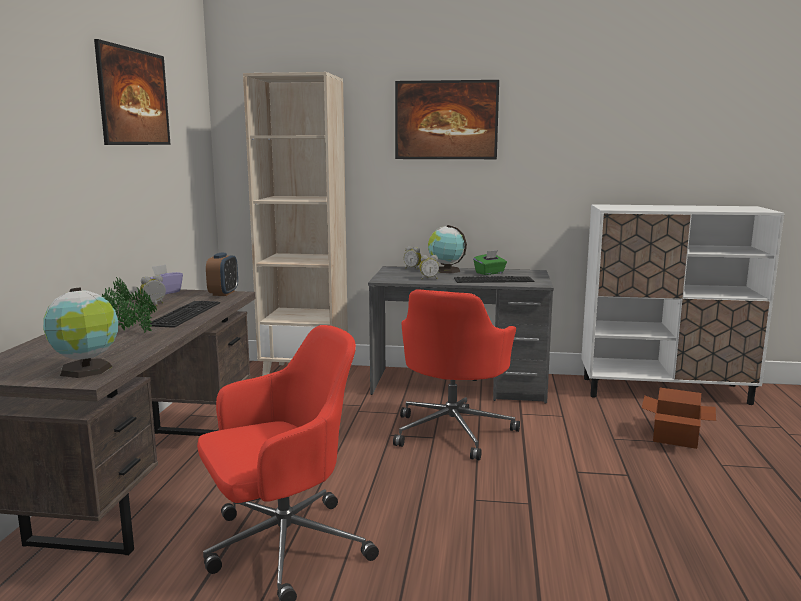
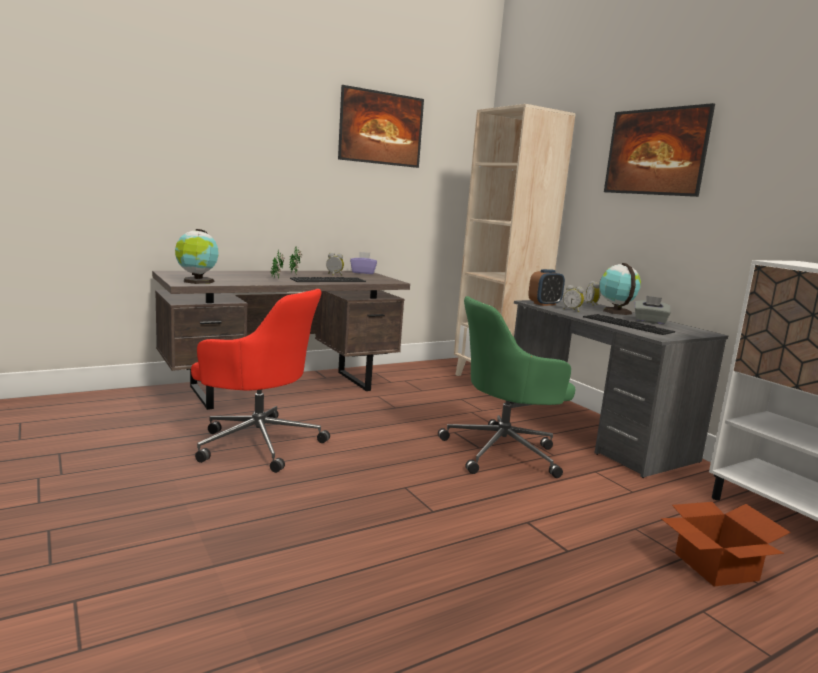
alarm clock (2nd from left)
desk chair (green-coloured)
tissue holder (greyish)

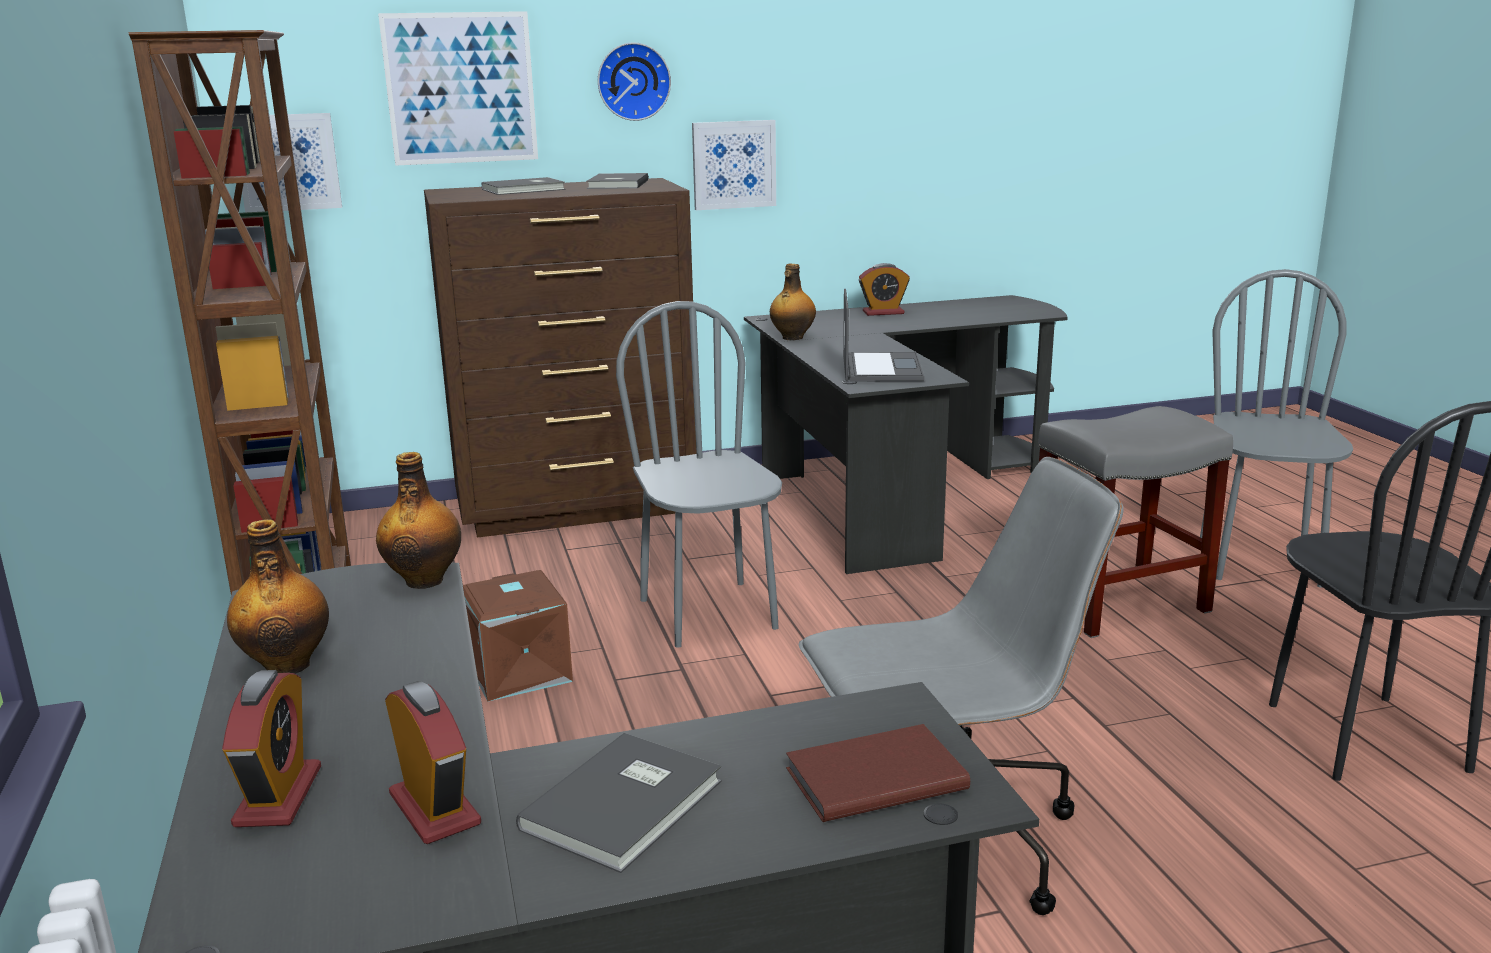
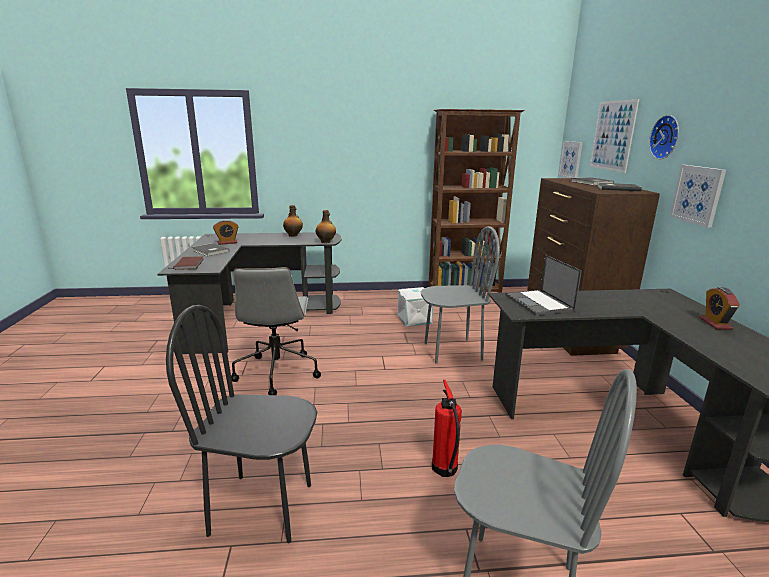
alarm clock (1st from left in the first image)
storage bin (white)
bottle (3rd from left in the first image)
portable computer
extinguisher

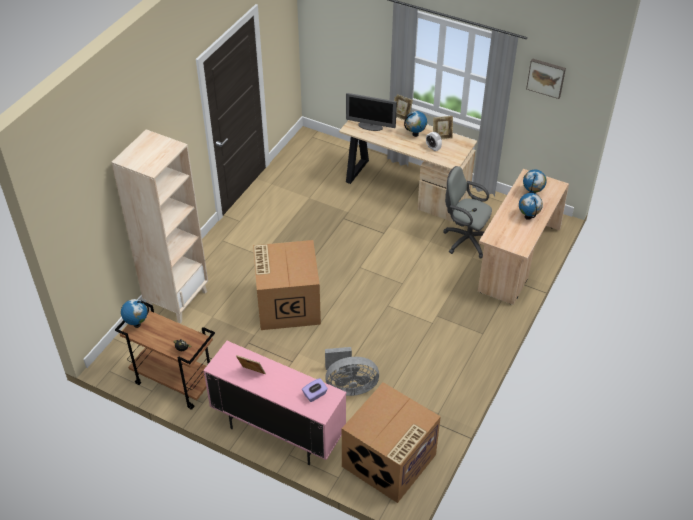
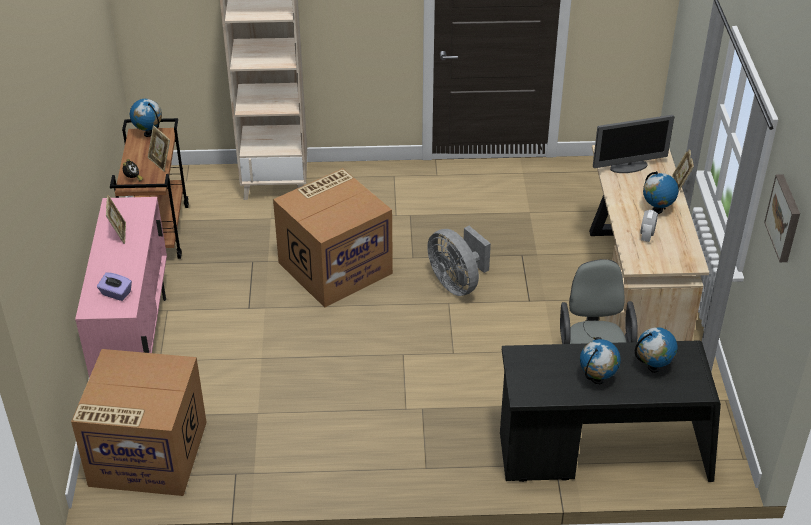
cooling fan (greyish)
computer screen
standing frame (2nd from left)
desk table (black)

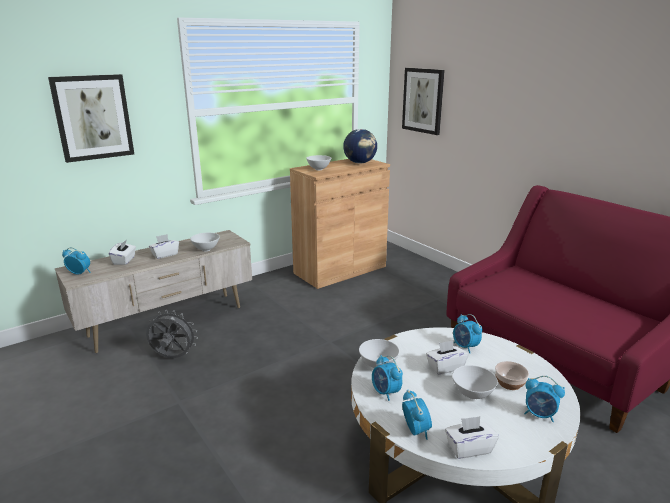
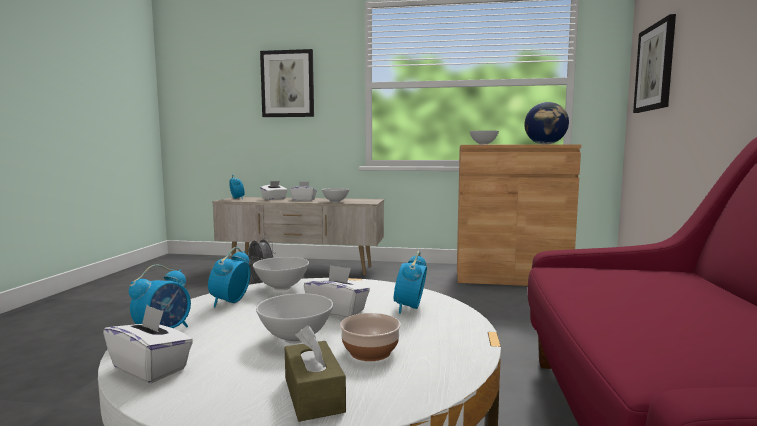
tissue holder (brown-coloured)

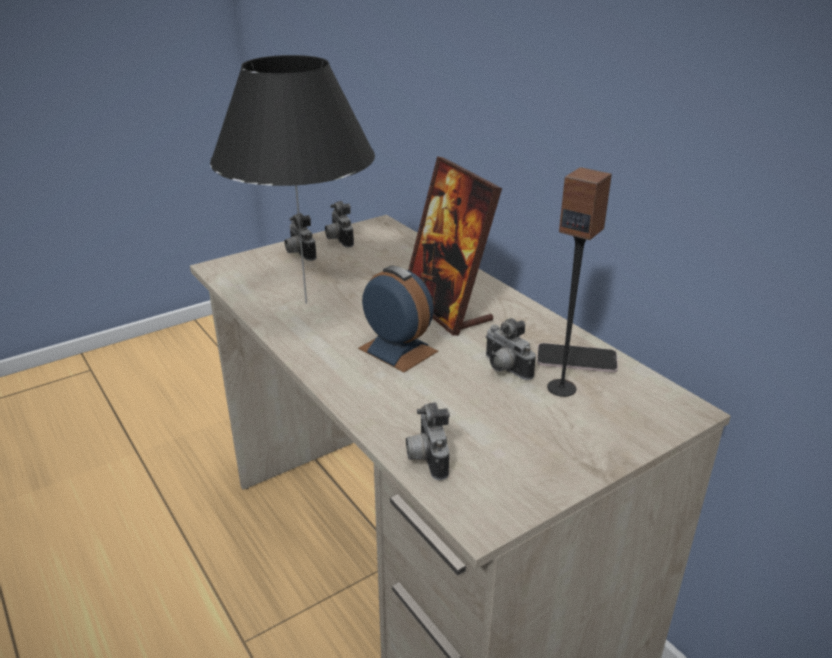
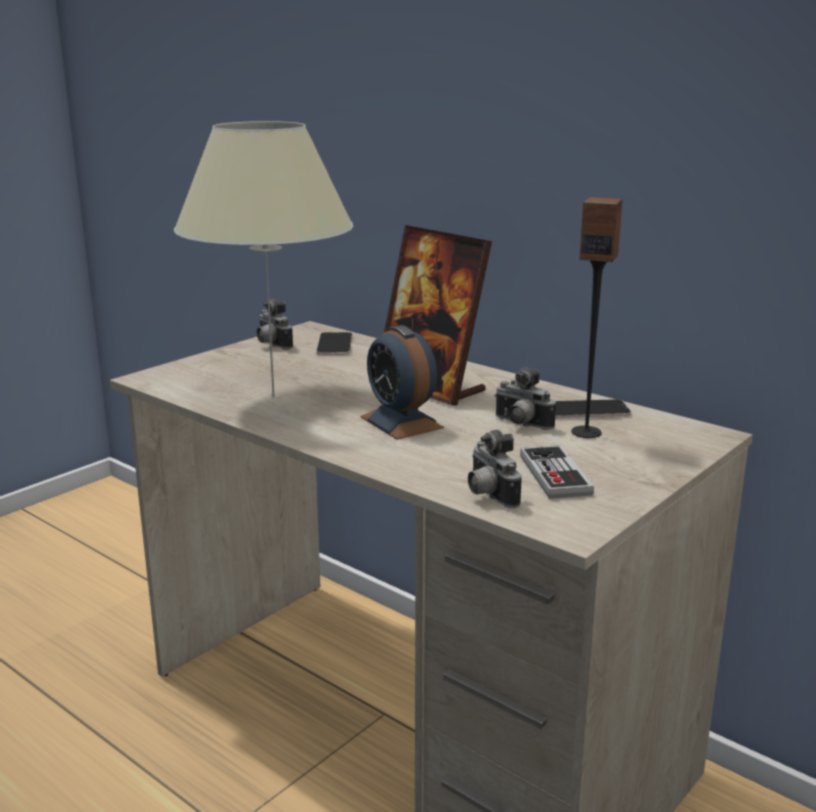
tabletop lamp (sand-coloured)
photo camera (1st from left in the first image)
alarm clock
handset (1st from left)
game controller

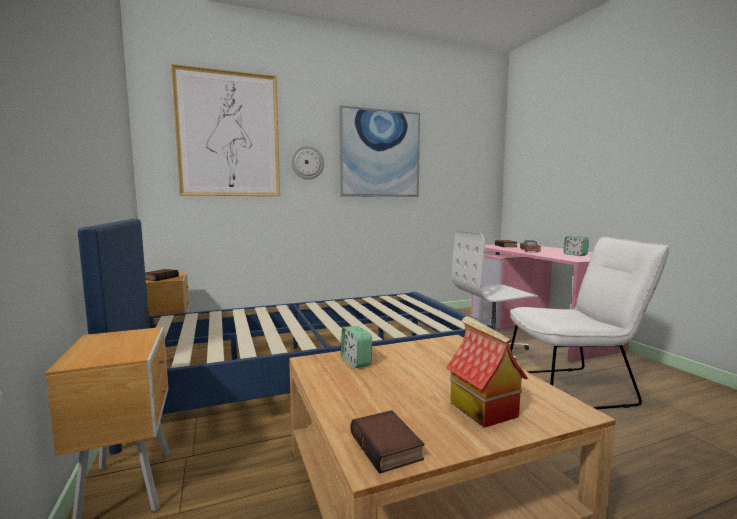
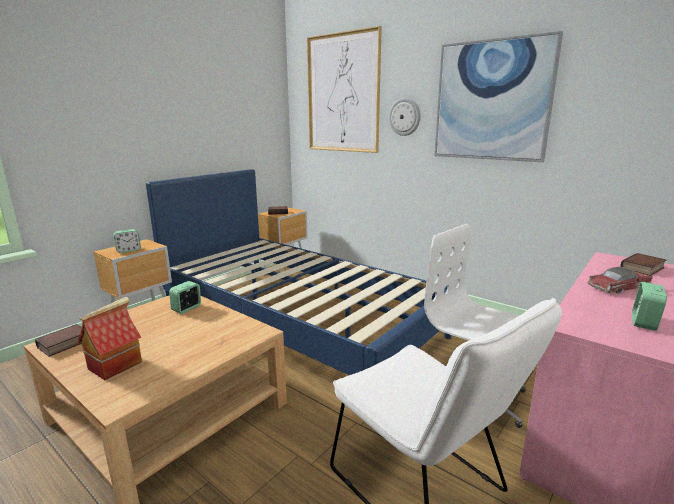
alarm clock (1st from left)

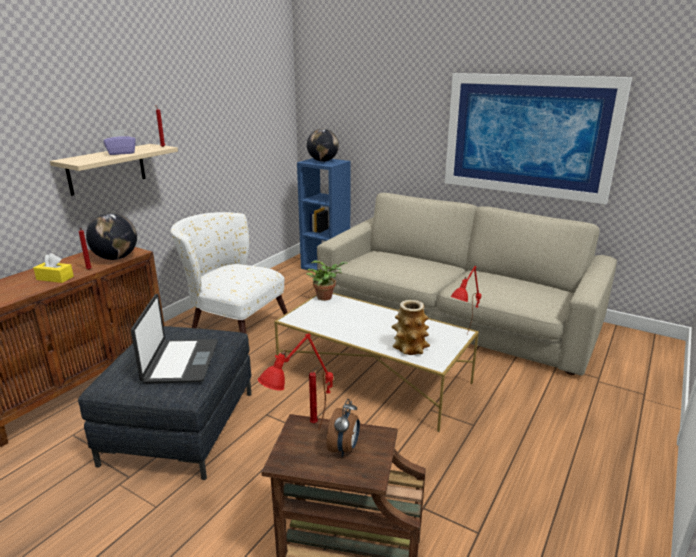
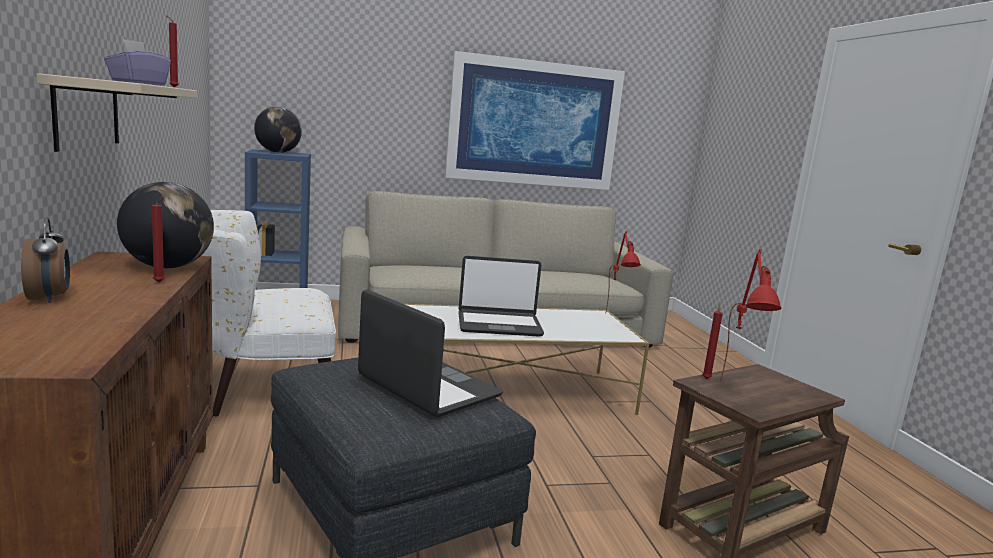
tissue holder (yellow)
potted plant
alarm clock
decorative vase
portable computer (2nd from left)

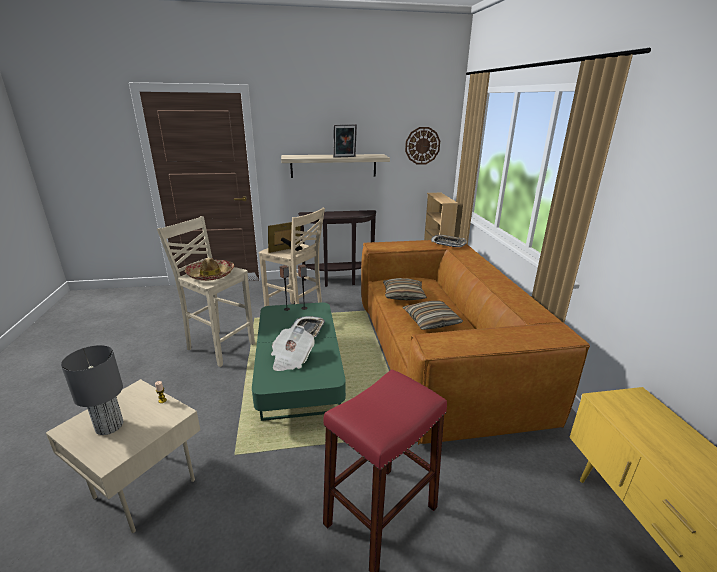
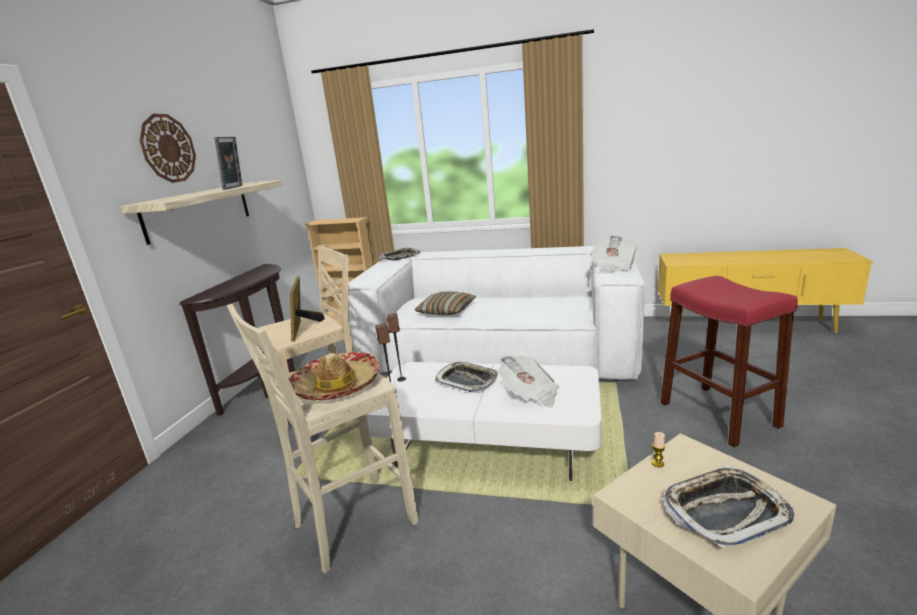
tray (3rd from left)
coffee table (white)
settee (white)
cushion (2nd from left in the first image)
clock on the wall
printed paper (2nd from left)

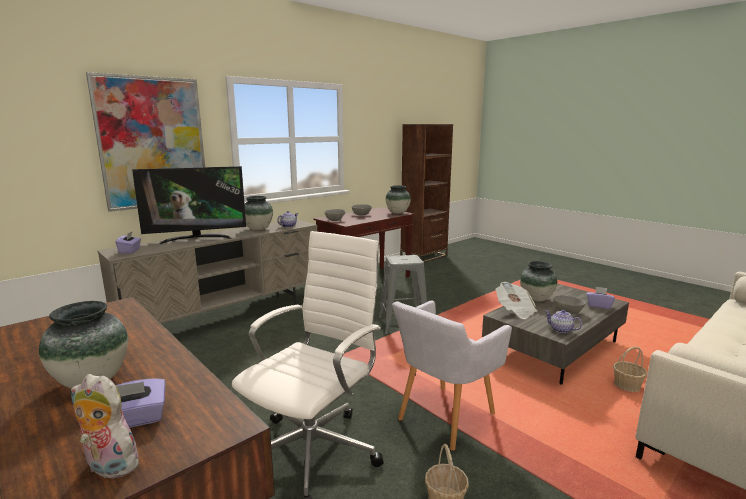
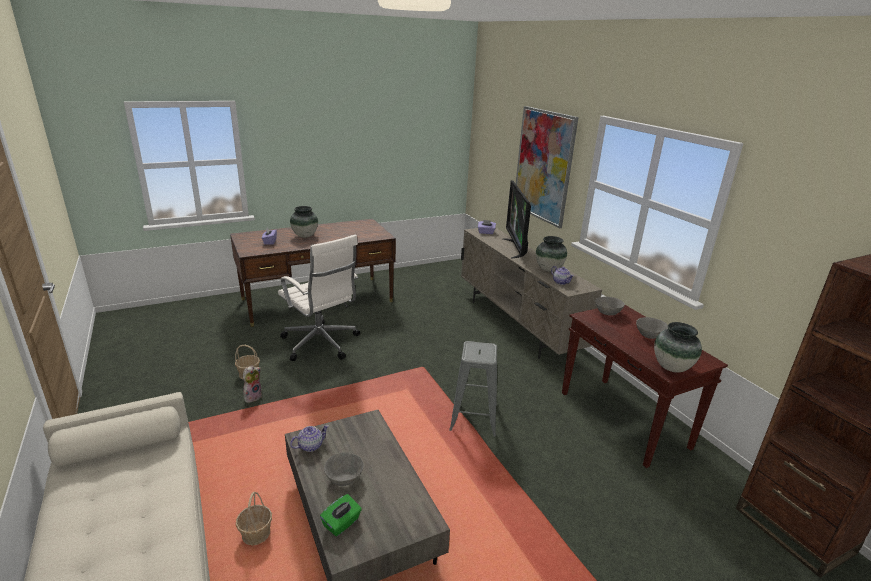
plush toy
easy chair (greyish)
printed paper
decorative vase (4th from left in the first image)
tissue holder (green-coloured)

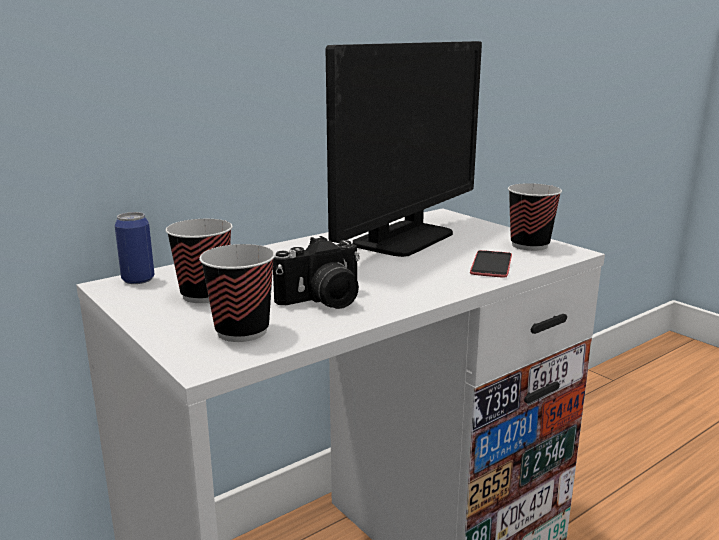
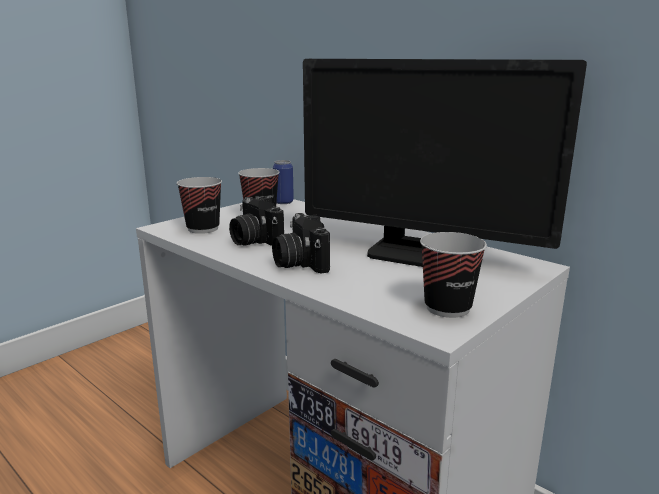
handset
photo camera (2nd from left)

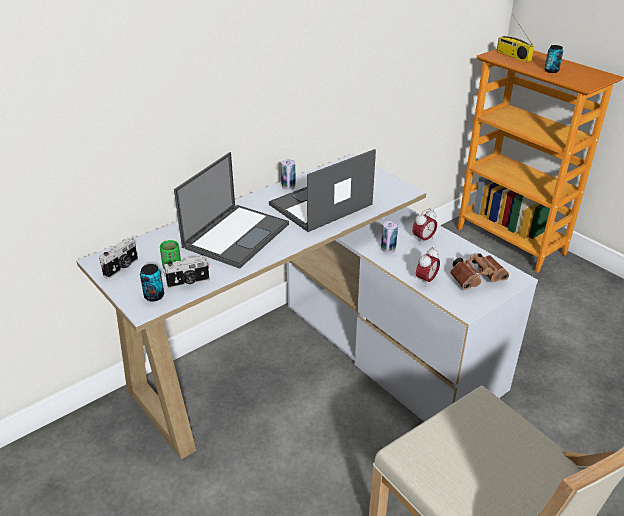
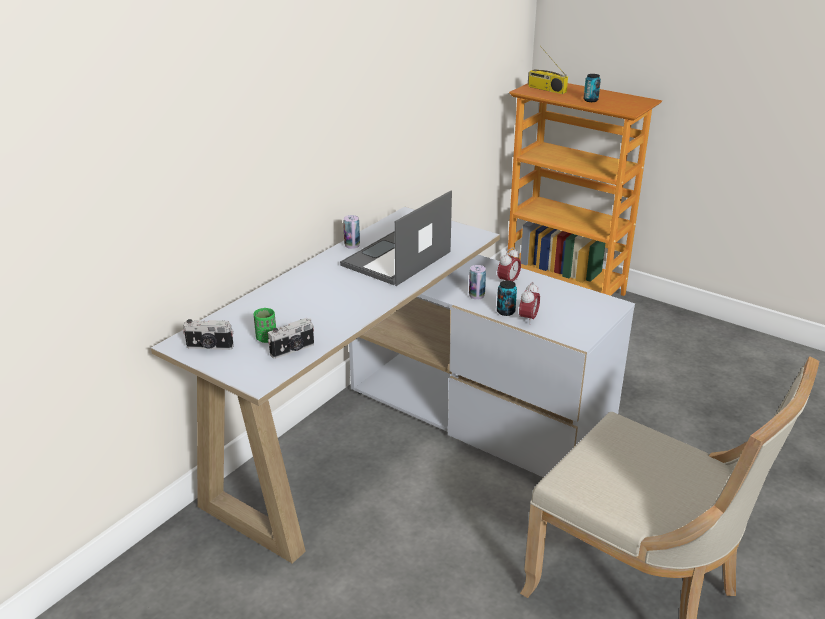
photo camera (1st from left)
can (3rd from left)
portable computer (1st from left in the first image)
field glasses (brown-coloured)

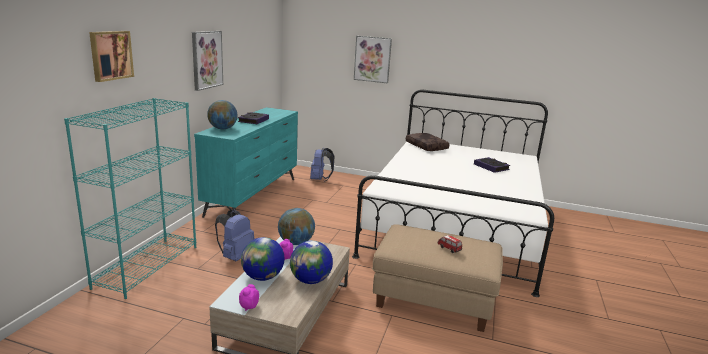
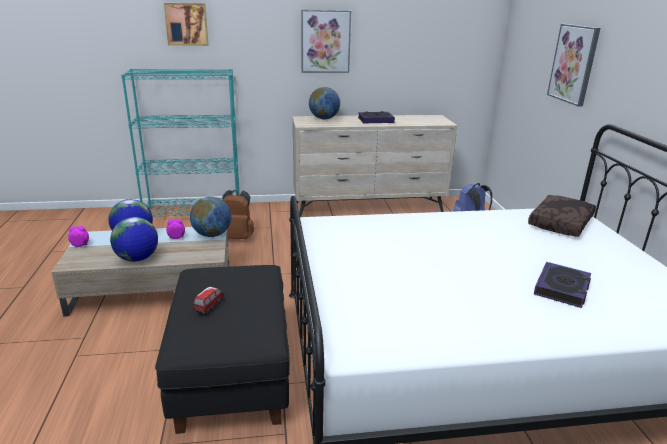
drawer chest (sand-coloured)
backpack (brown-coloured)
ottoman (black)

